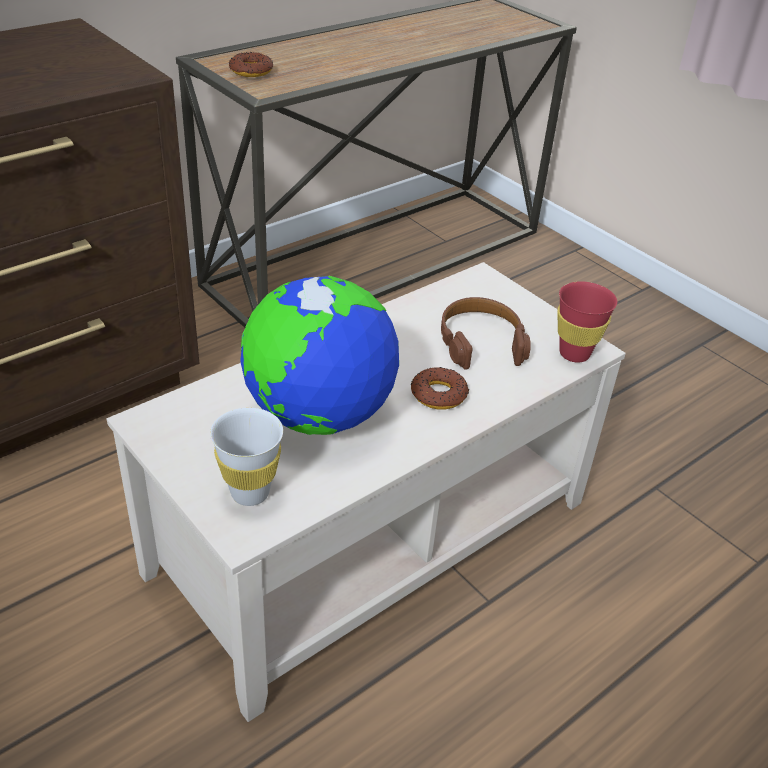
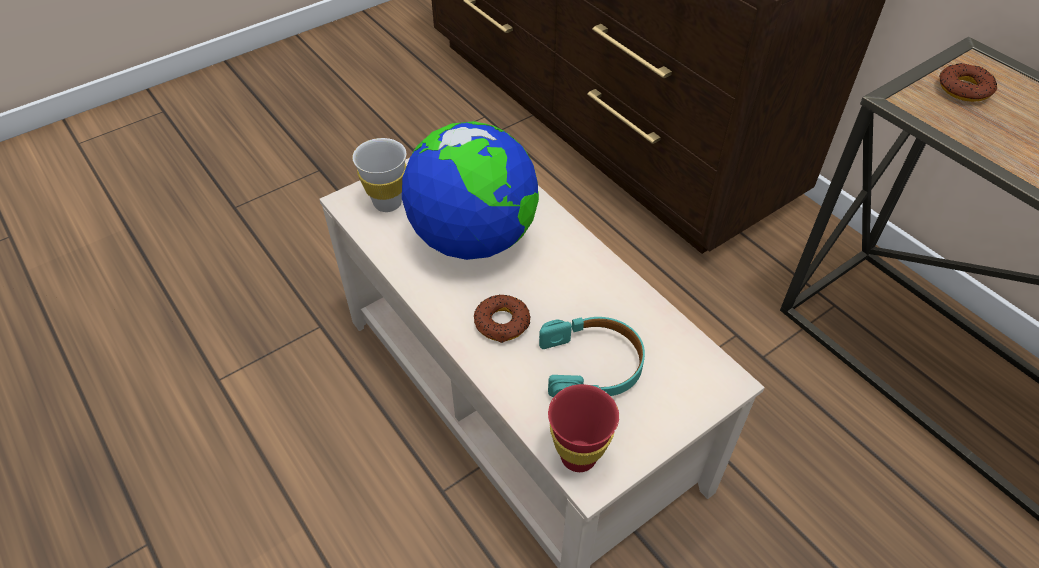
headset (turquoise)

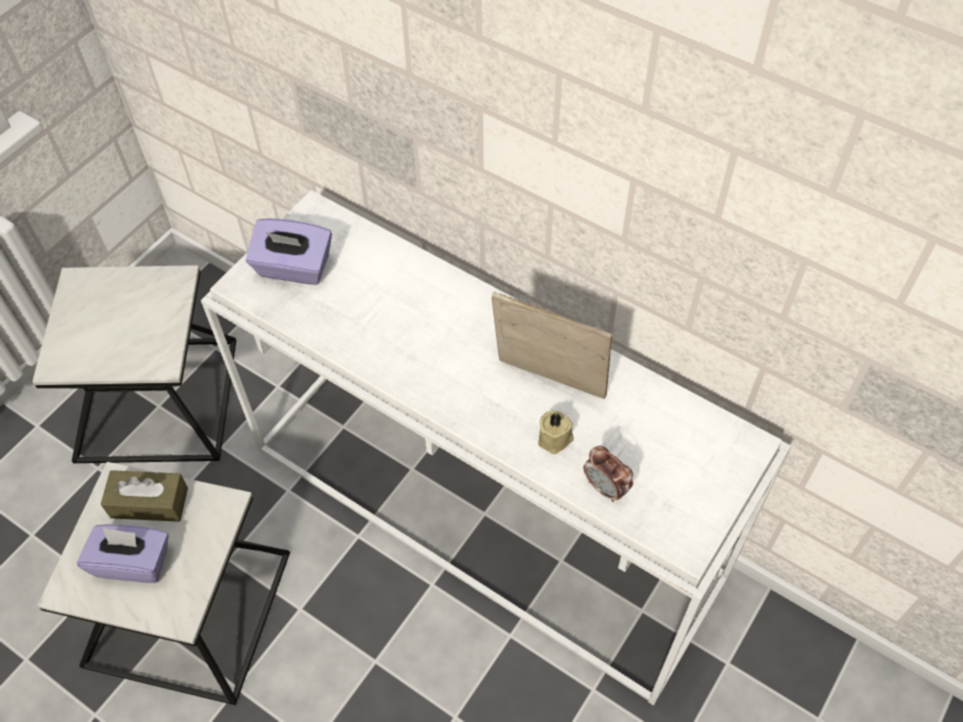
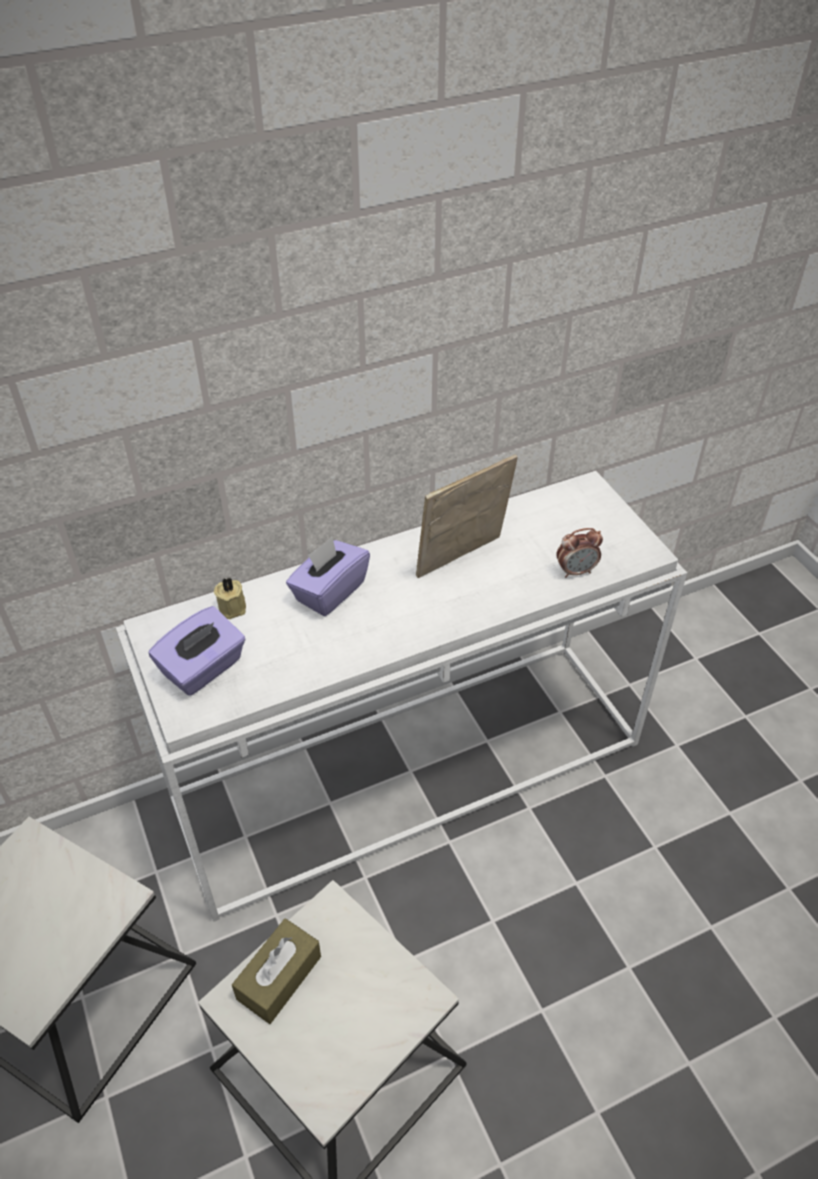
tissue holder (purple) (2nd from left)
wax light (sand-coloured)

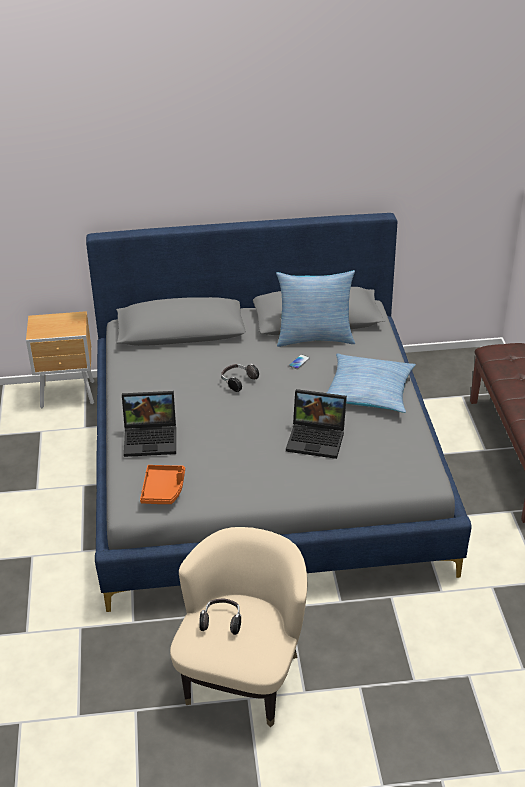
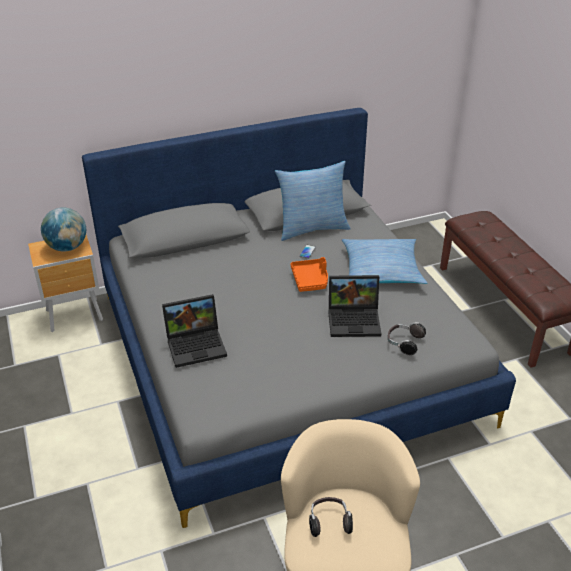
tray (orange-coloured)
headset (2nd from left)
globe

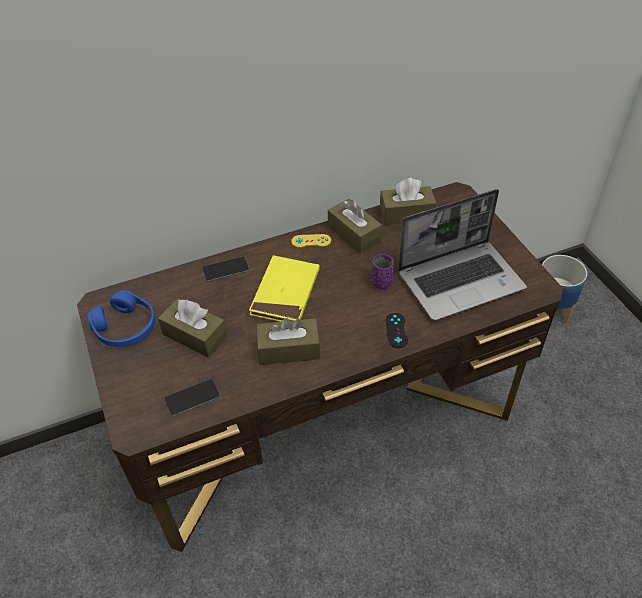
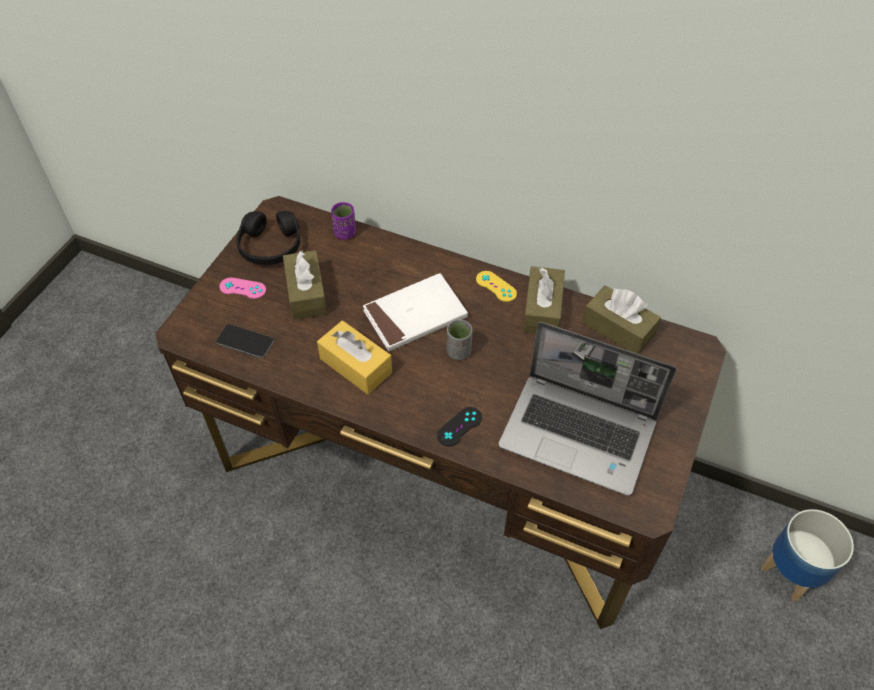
headset (black)
handset (2nd from left in the first image)
book (white)
tissue holder (yellow)
drinking cup (purple)
game controller (pink-coloured)
drinking cup (greyish)

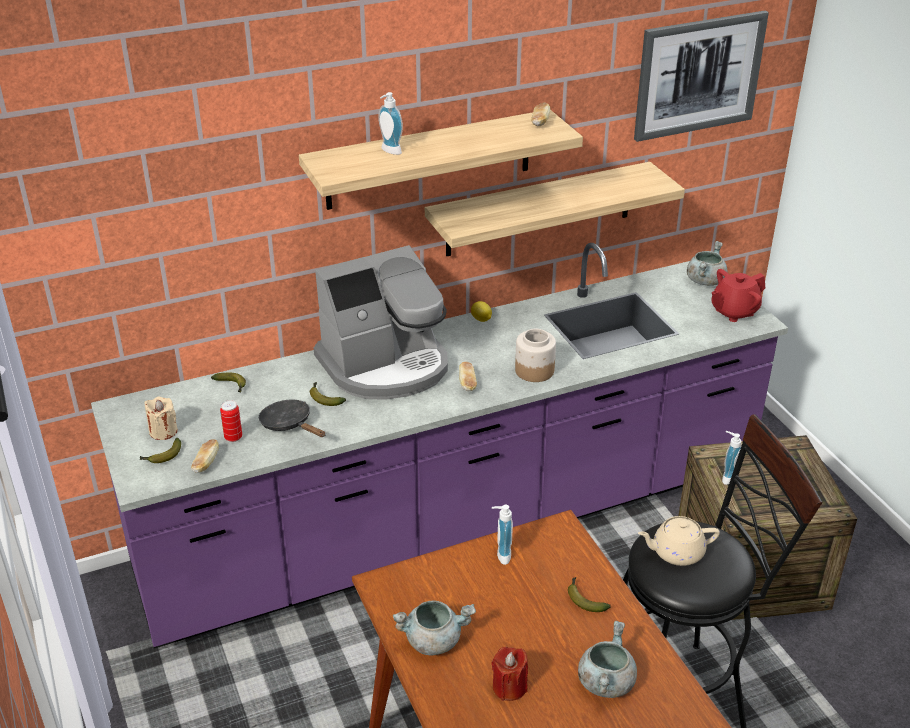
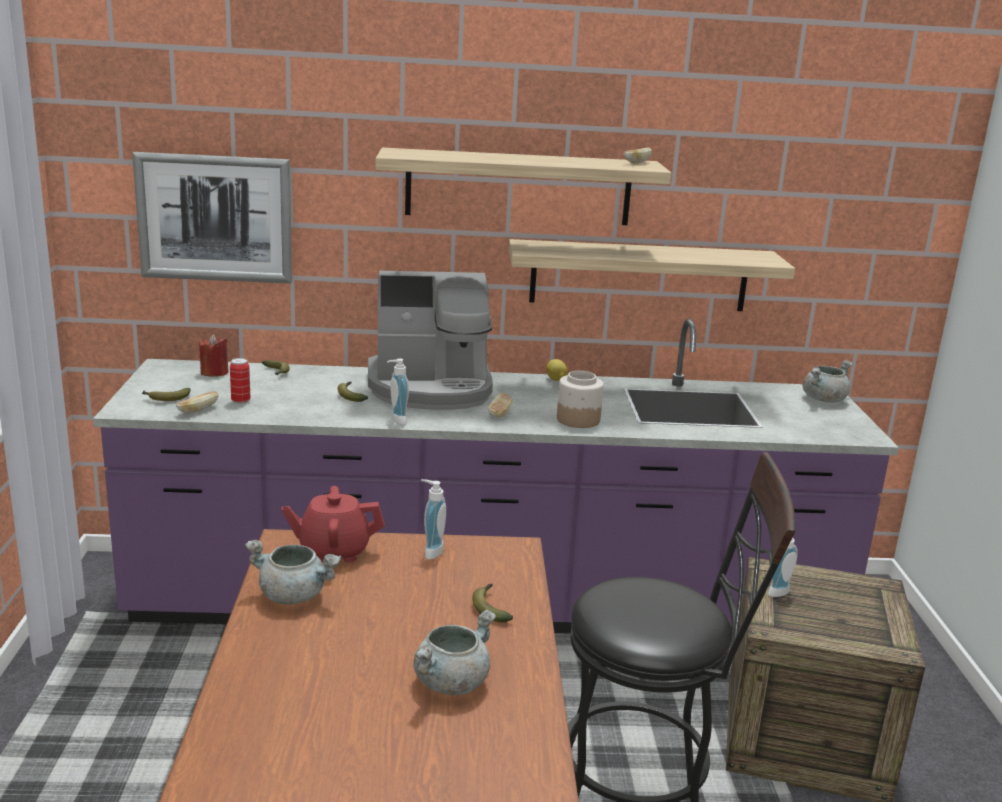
wax light (sand-coloured)
skillet (black)
soap dispenser (1st from left)
wax light (red)
wall picture
tea pot (sand-coloured)
tea pot (red)

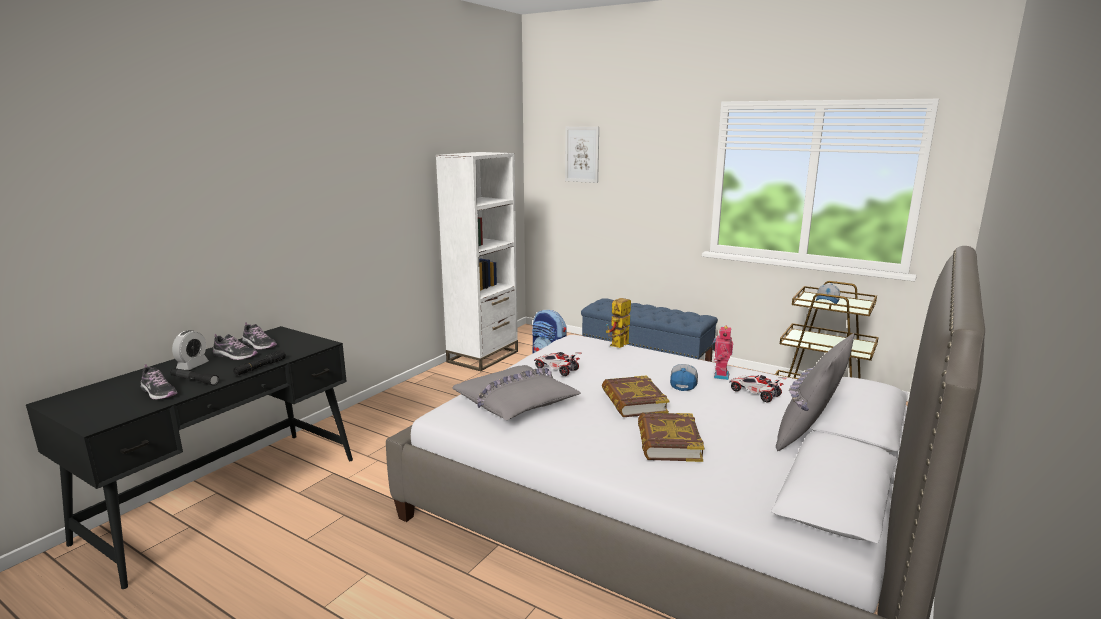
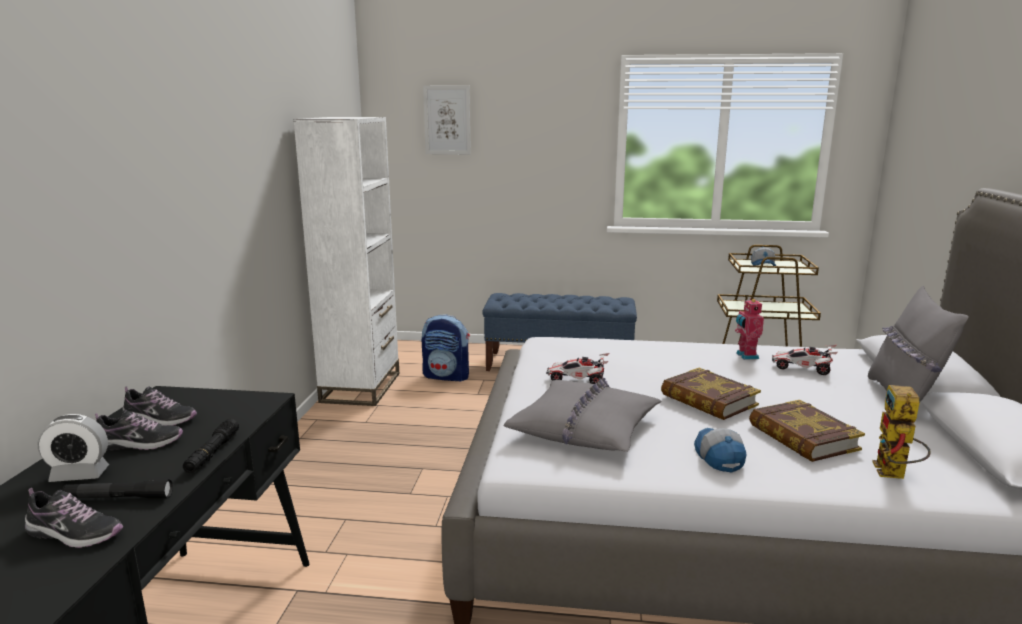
alarm clock
toy robot (2nd from left)
cap (1st from left)

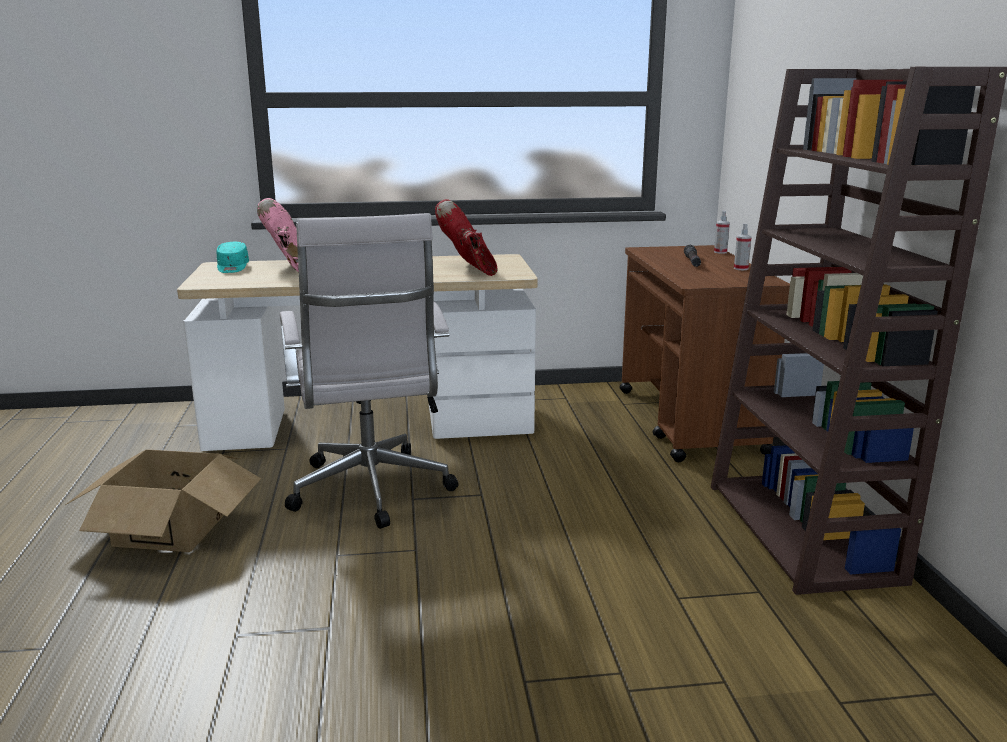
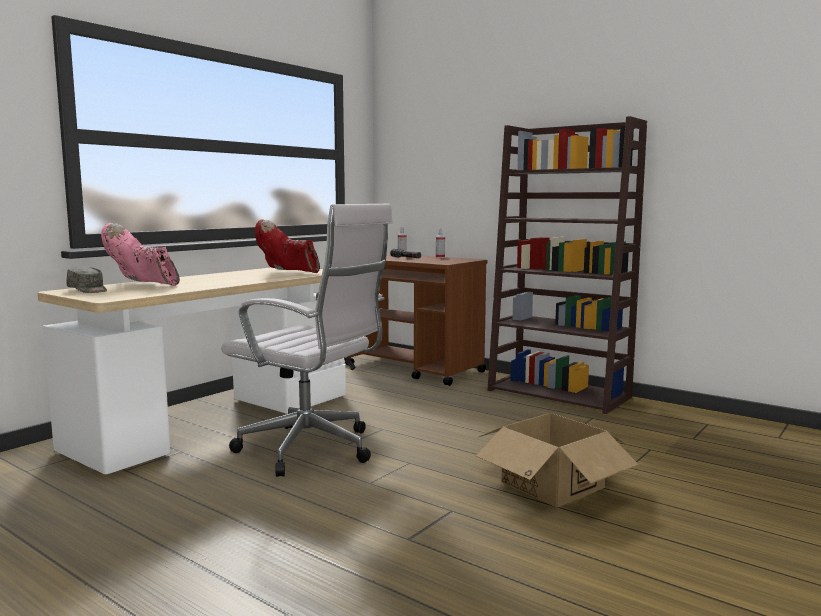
packing box
cap (greyish)

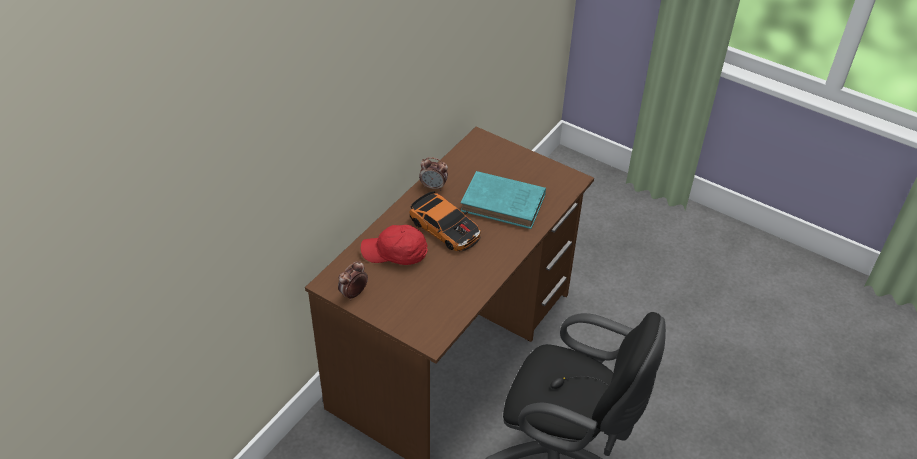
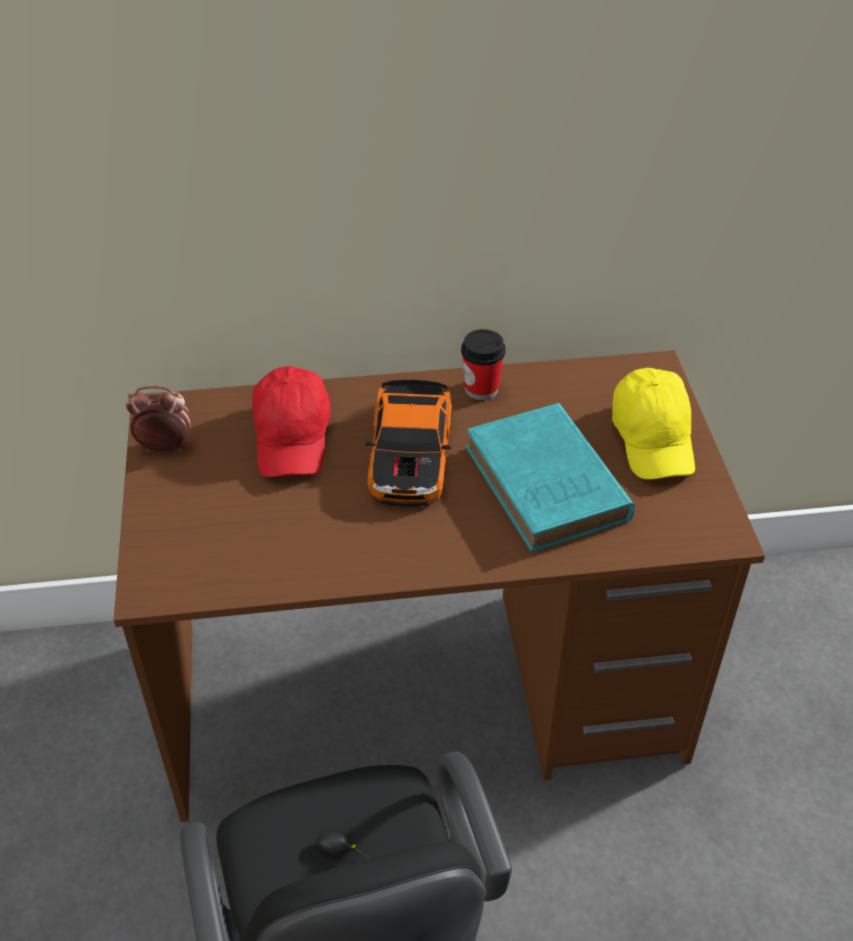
cap (red)
drinking cup
cap (yellow)

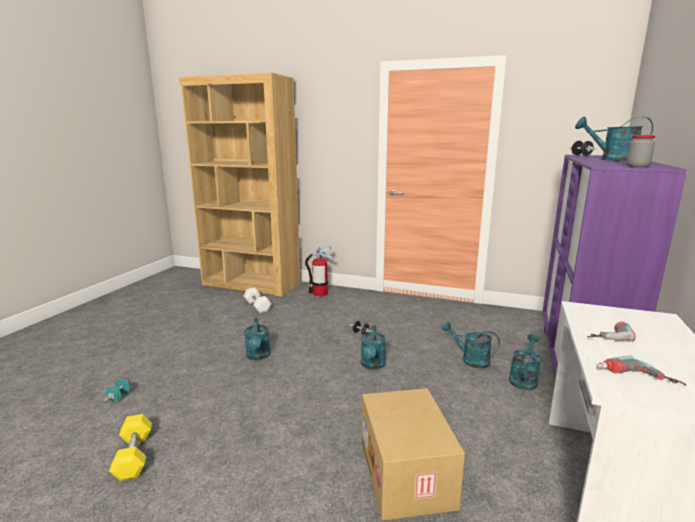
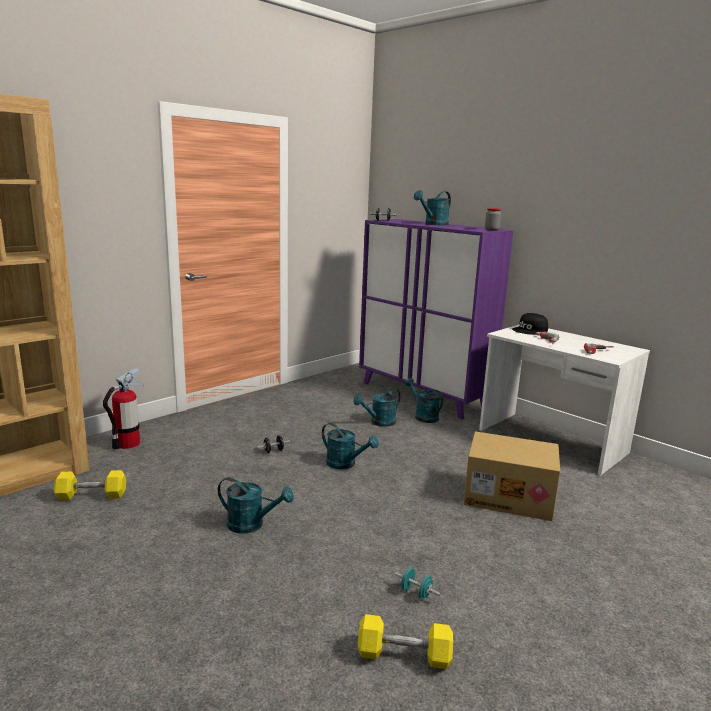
hand weight (turquoise)
hand weight (yellow) (1st from left)
cap (black)

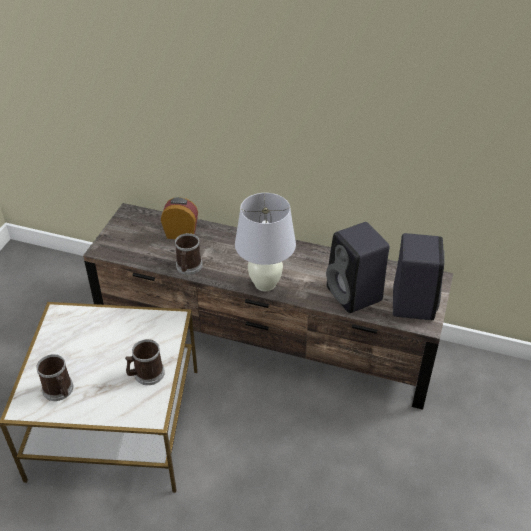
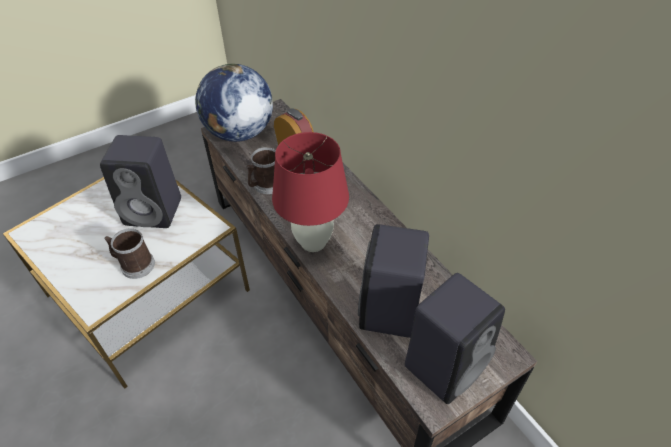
coffee mug (1st from left in the first image)
tabletop lamp (red)
speaker (black) (1st from left)
globe

